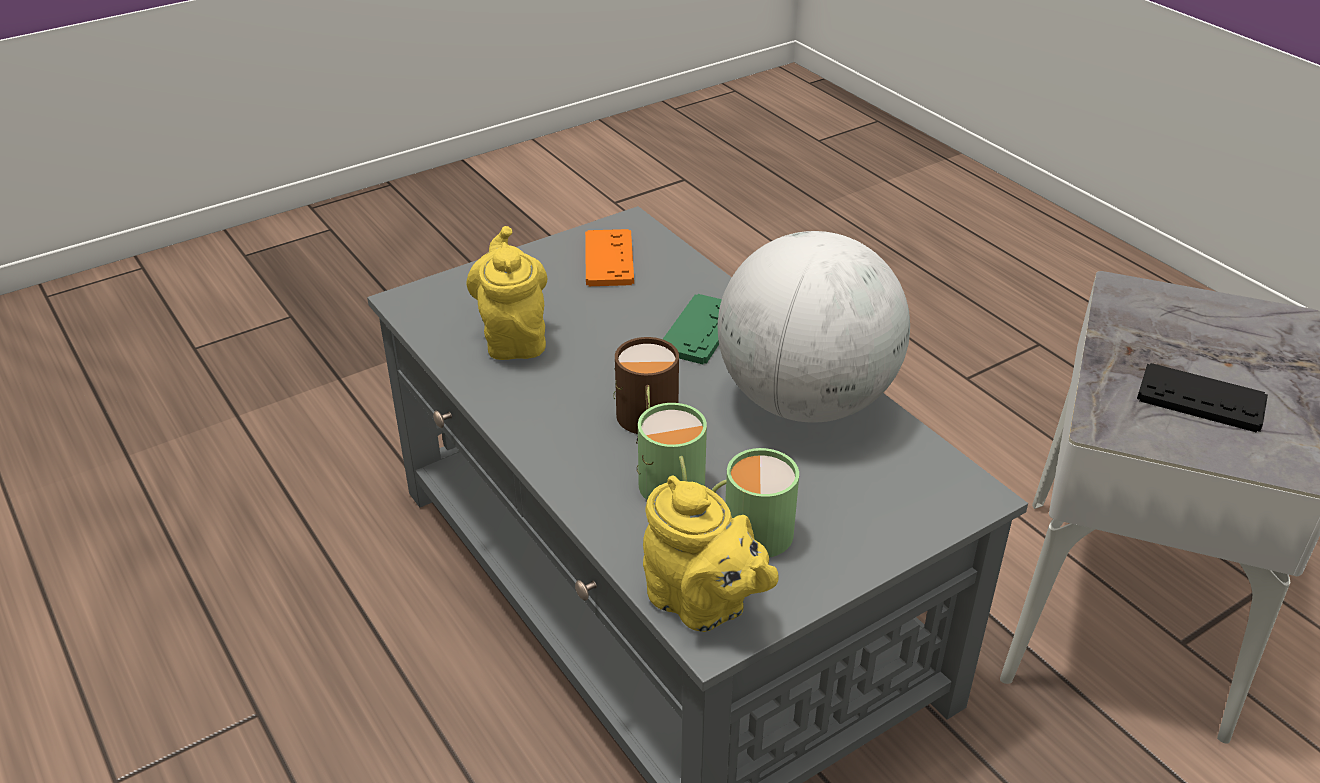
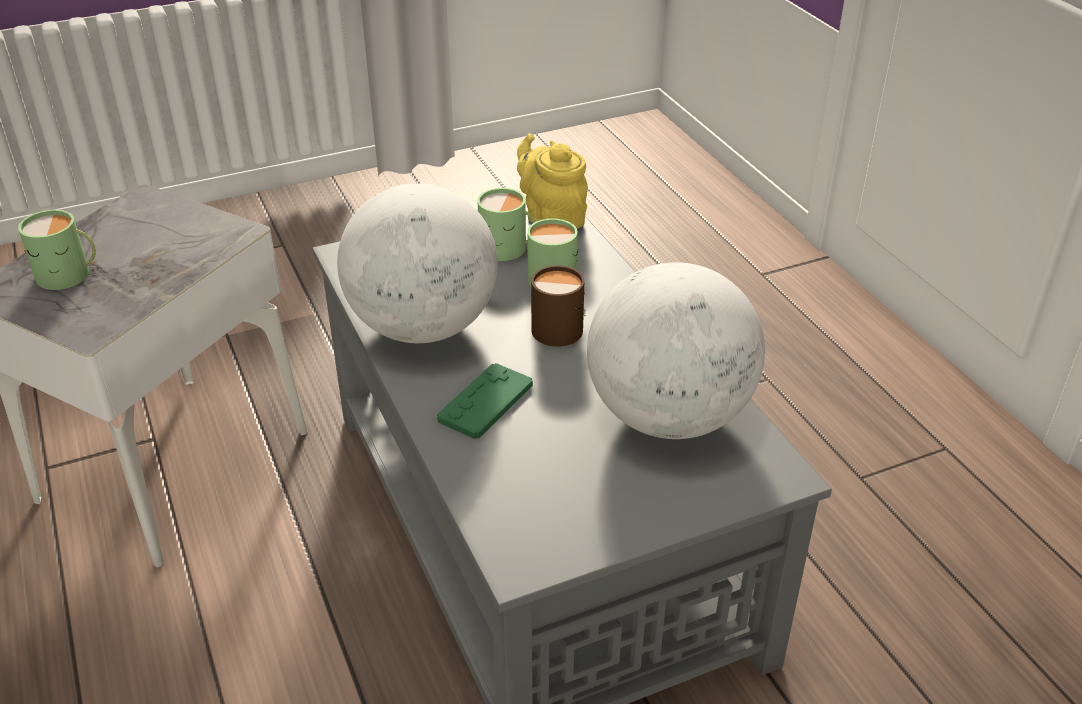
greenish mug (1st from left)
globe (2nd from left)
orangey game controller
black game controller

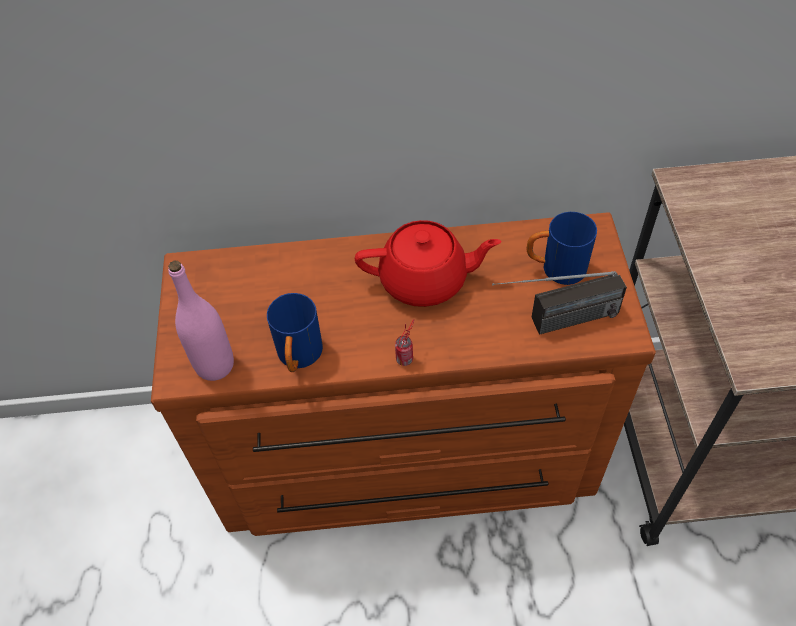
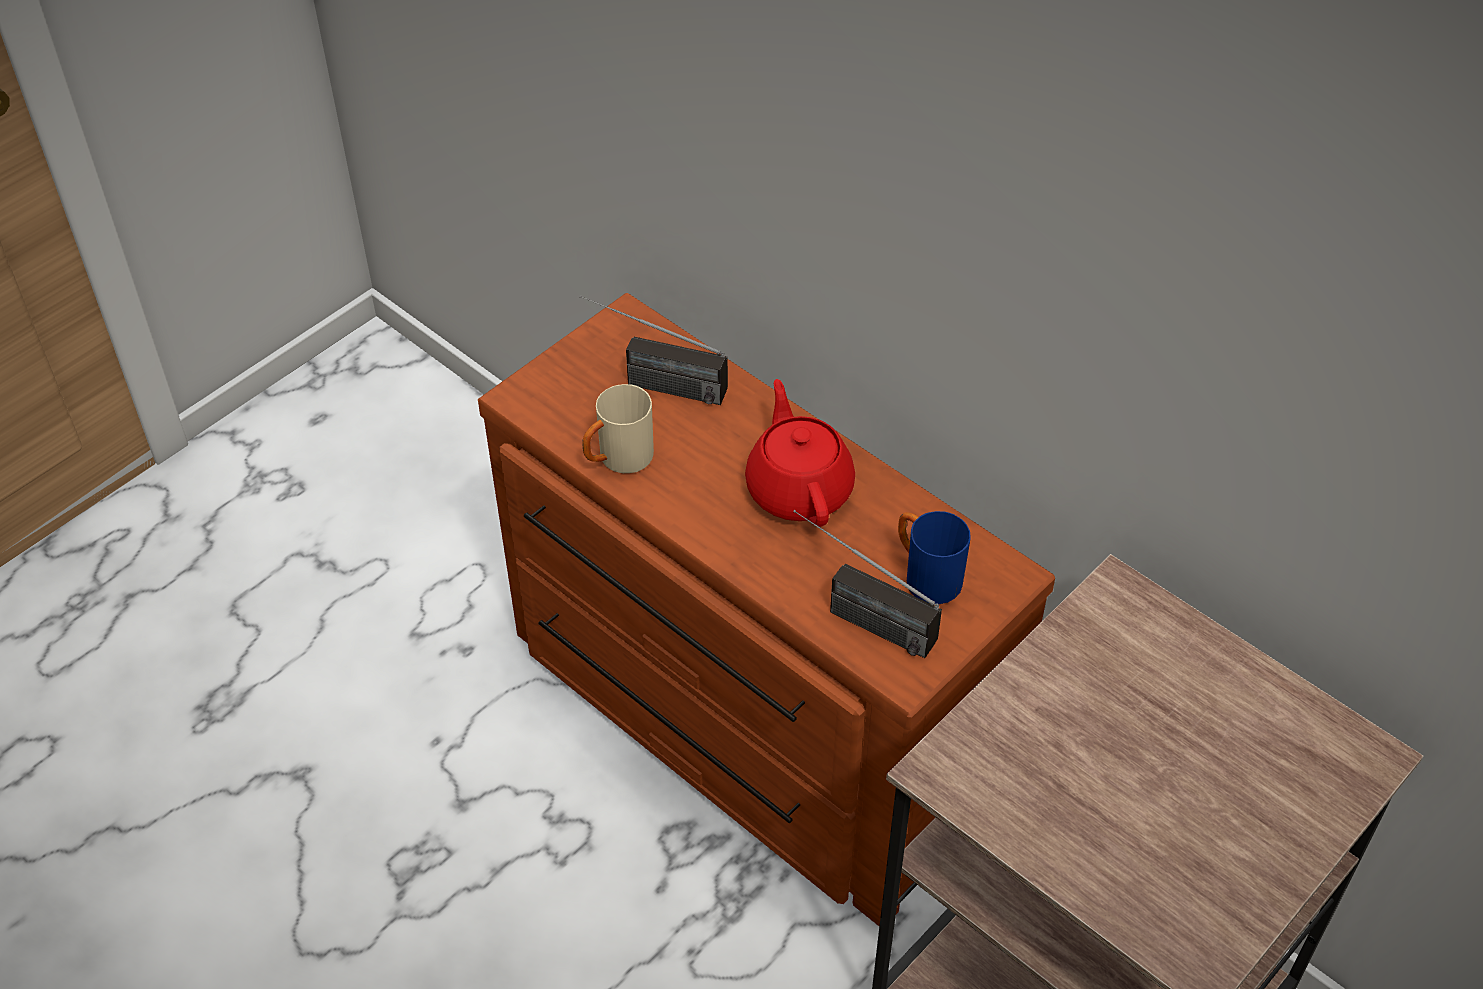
radio set (1st from left)
beige-coloured mug
red teapot
pinkish beverage bottle
can

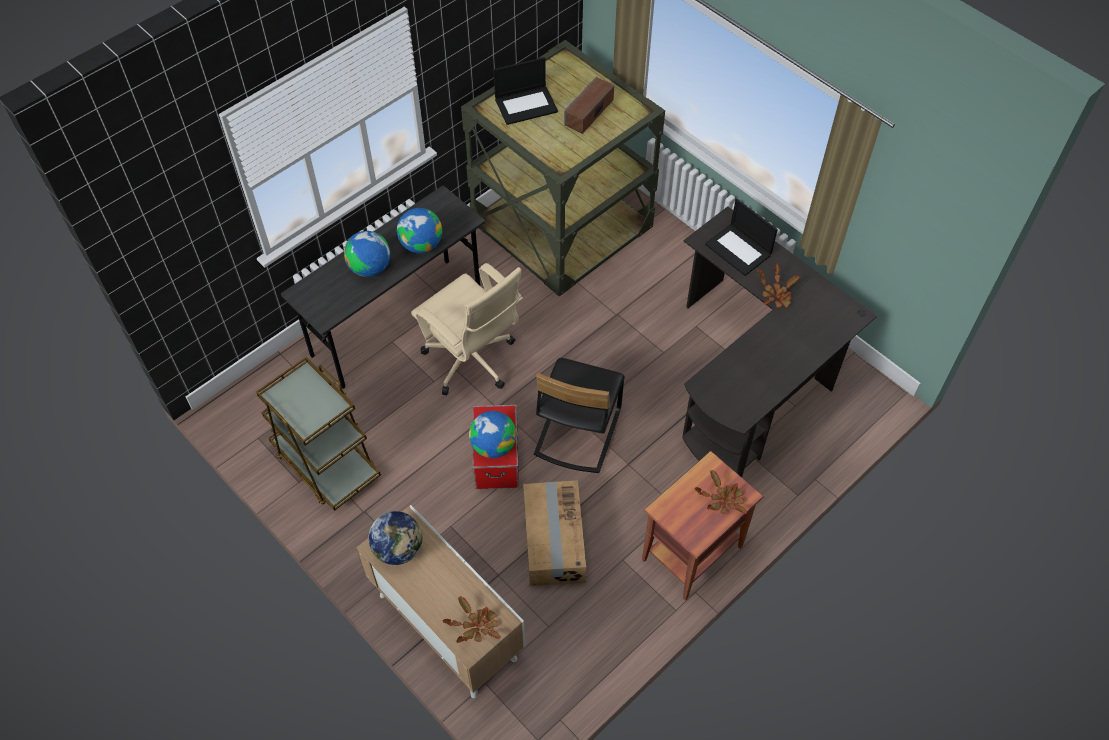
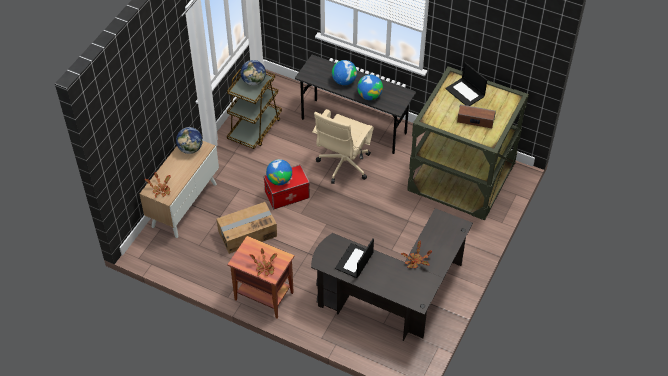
globe (2nd from left)
portable computer (1st from left)
black upright chair

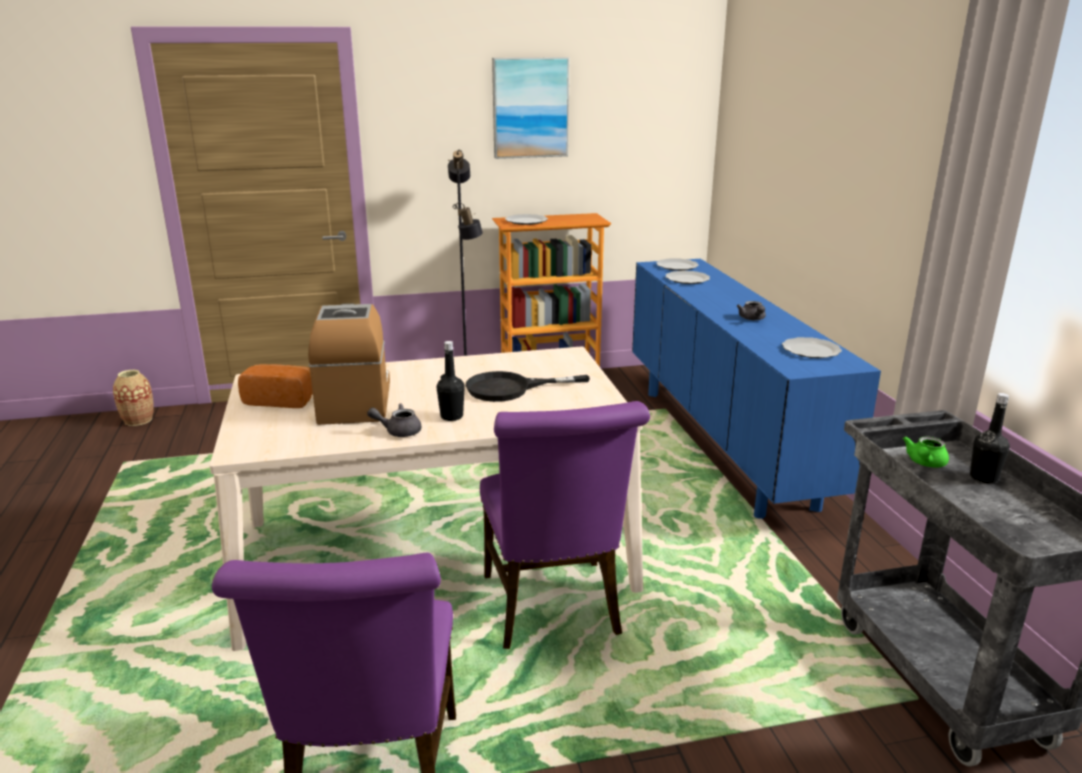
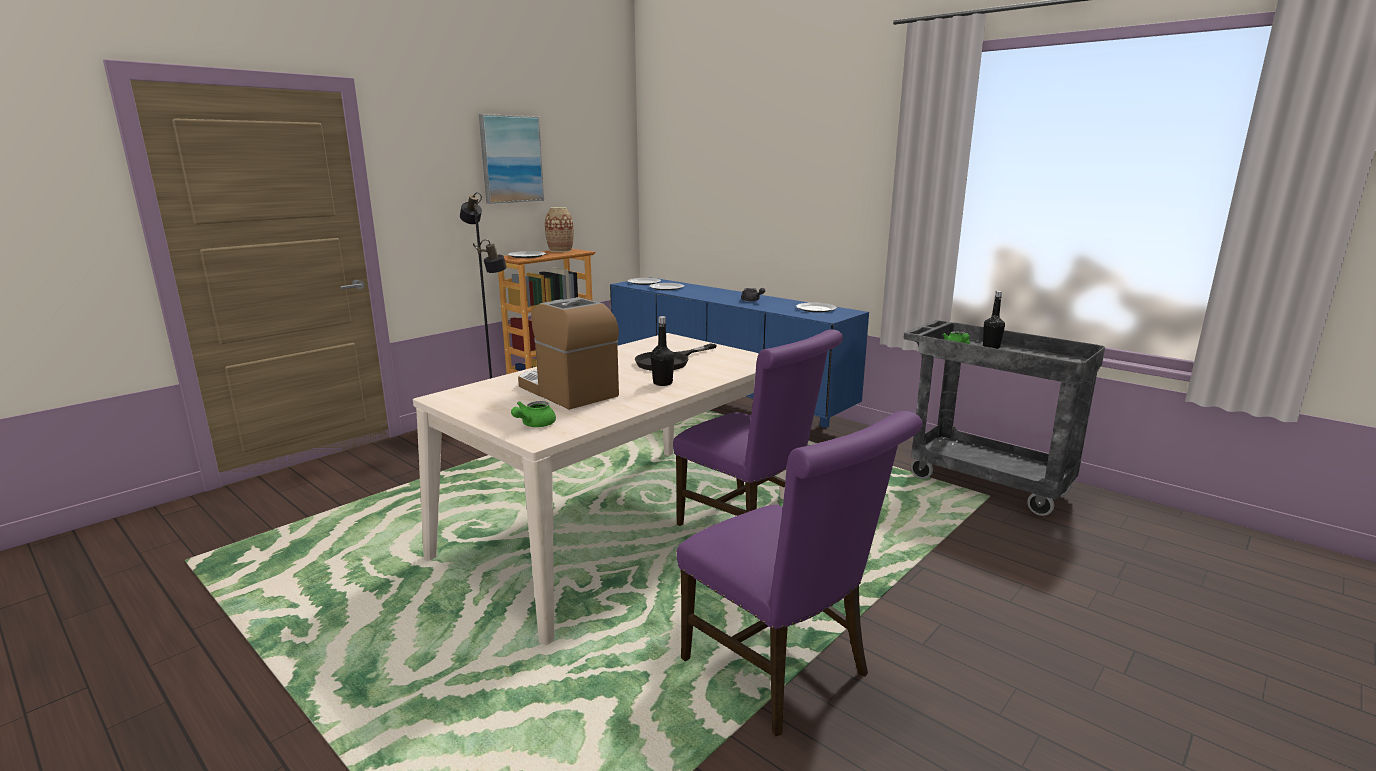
greenish teapot (1st from left)
vase
bakery bread
greyish teapot (1st from left in the first image)

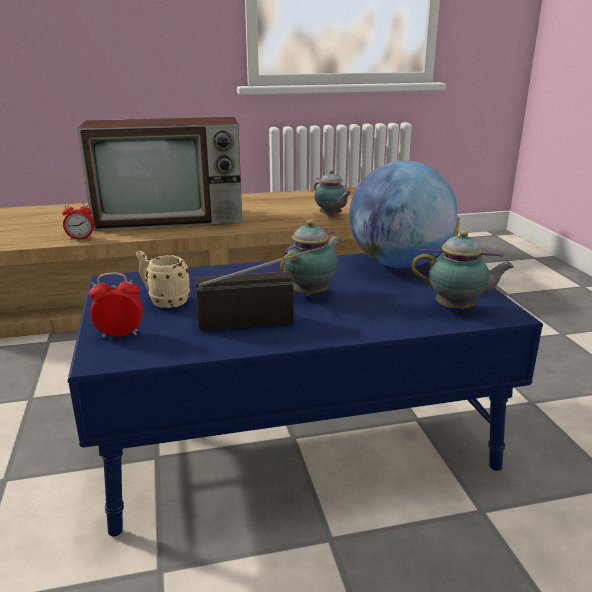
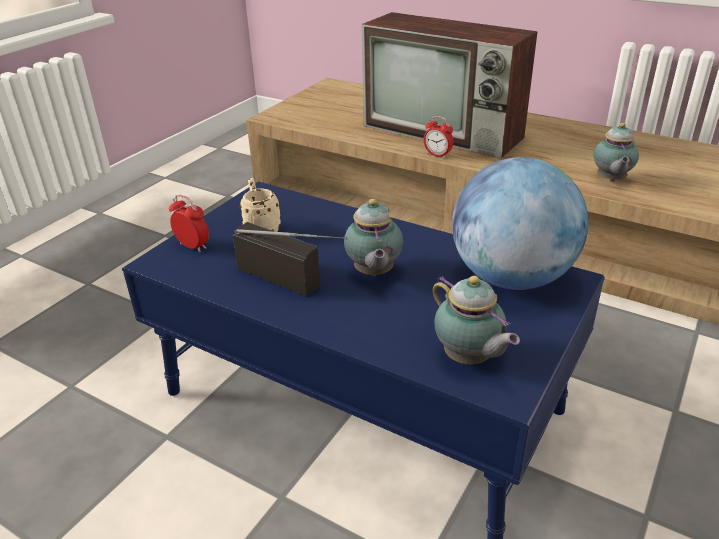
teapot (1st from left)
table clock (2nd from left)

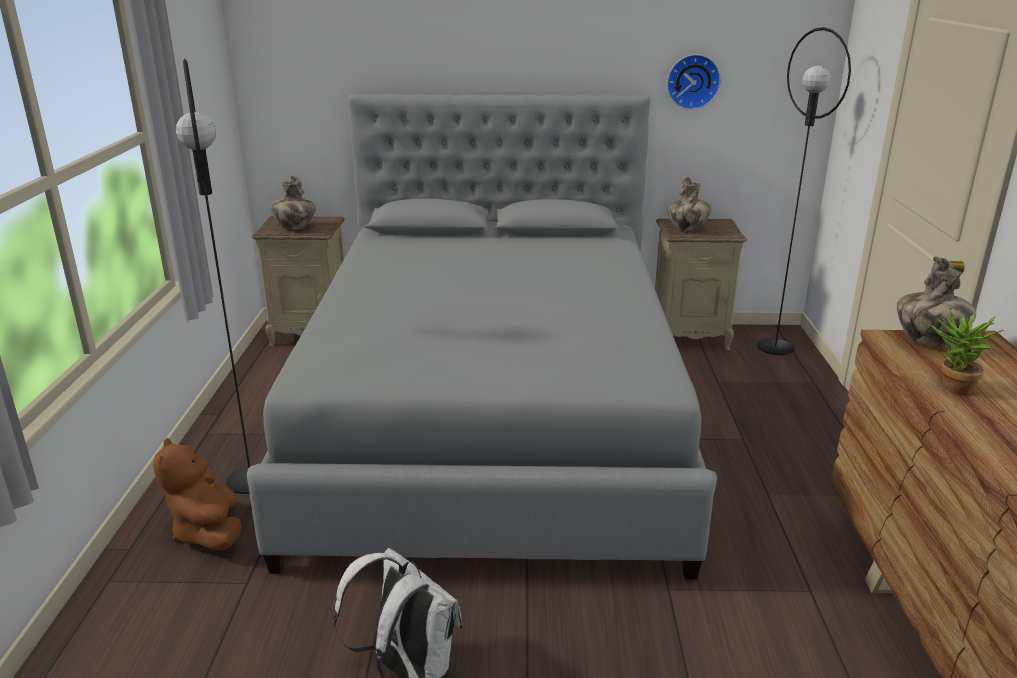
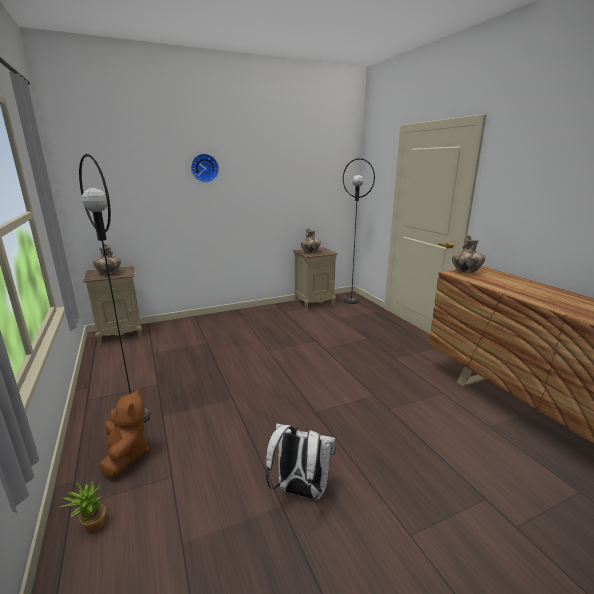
houseplant
brown plush toy
clock on the wall
greyish bed

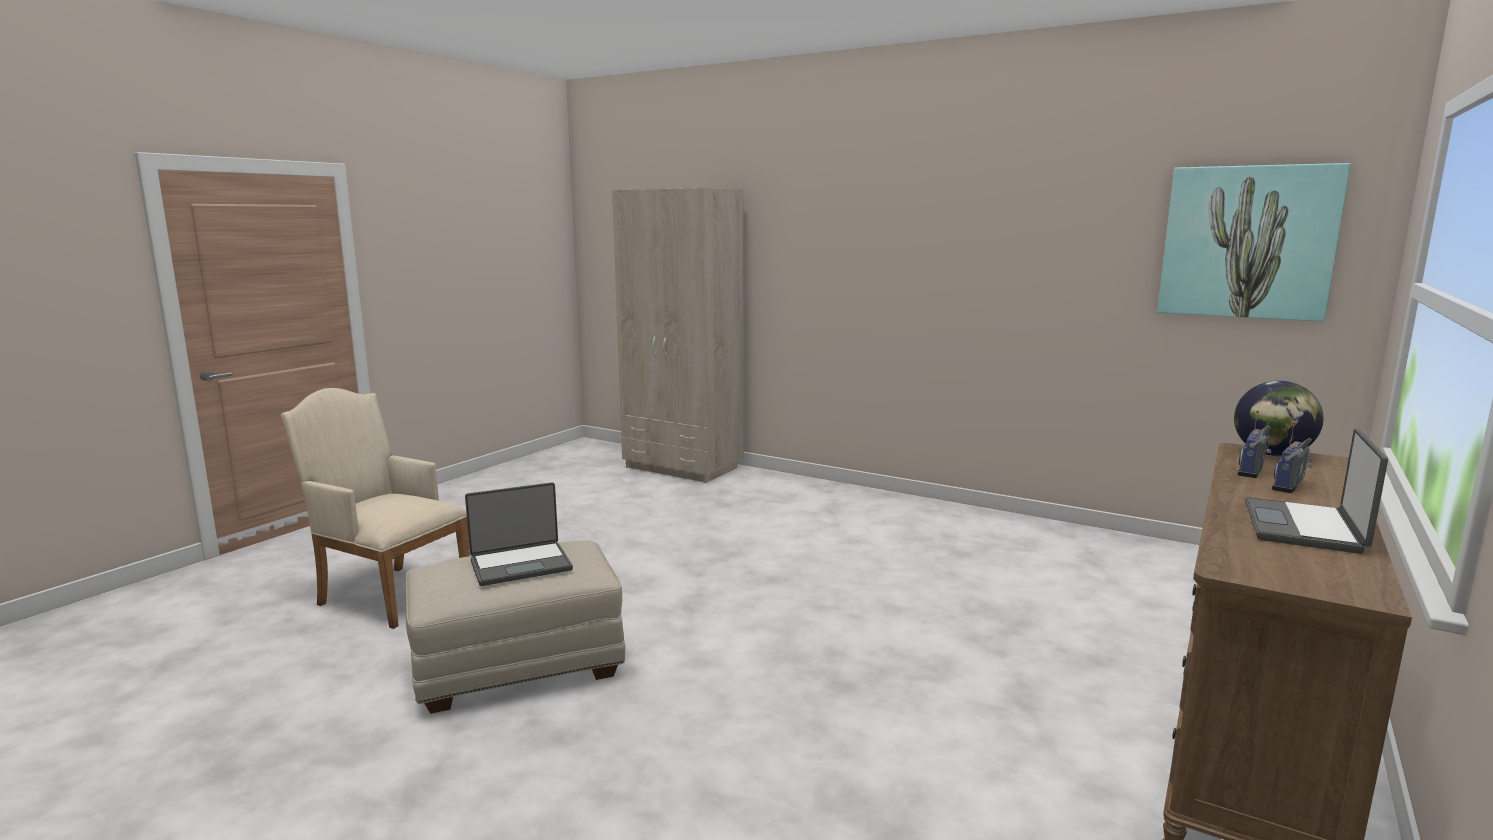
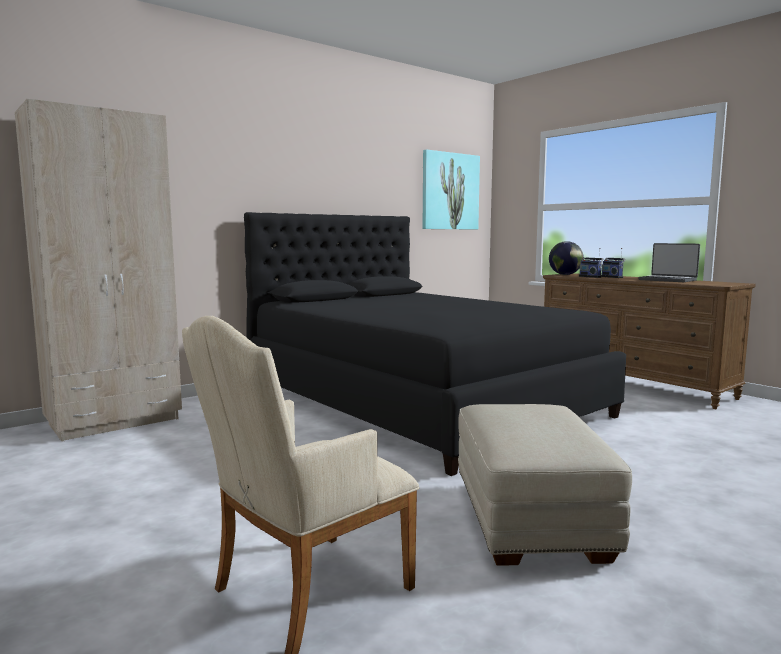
black bed
portable computer (1st from left in the first image)

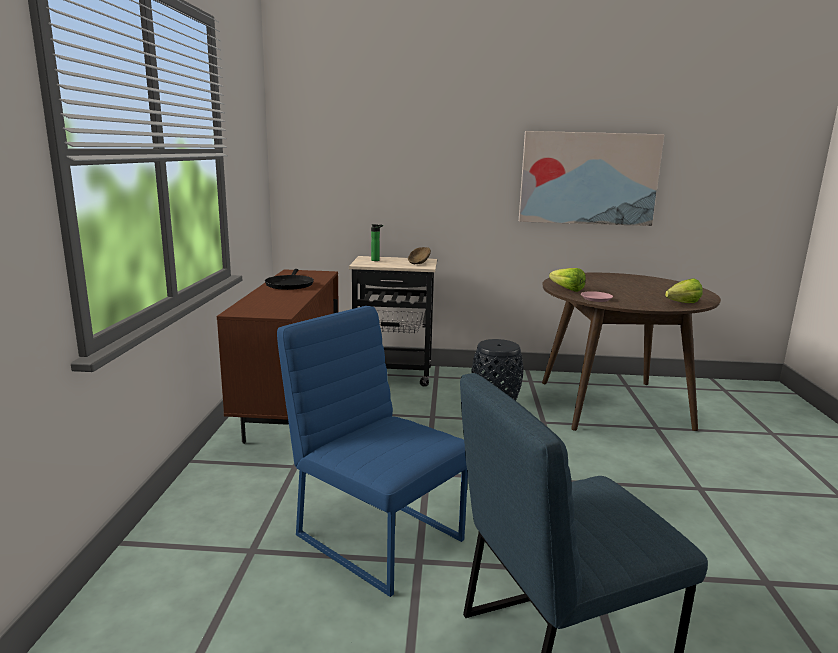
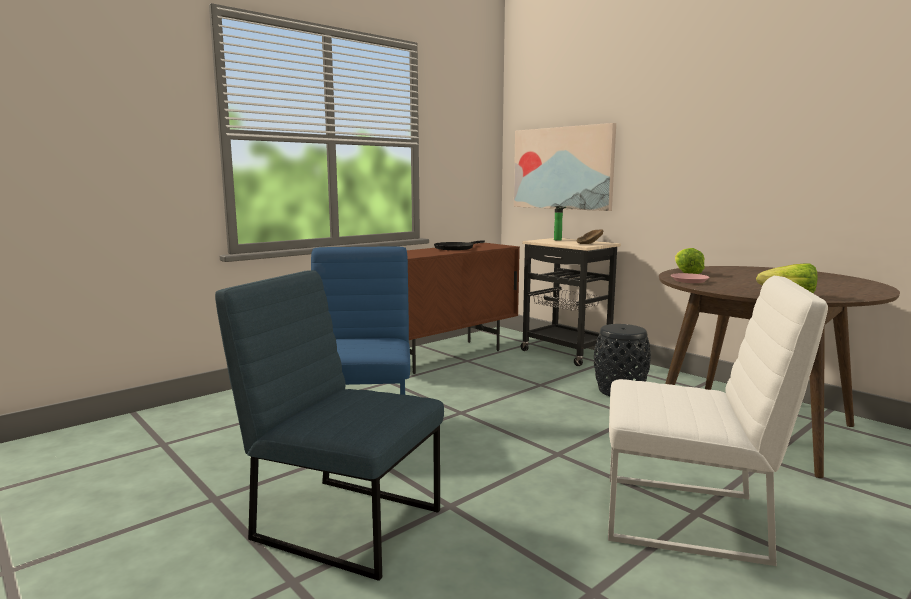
picture
white-coloured upright chair

